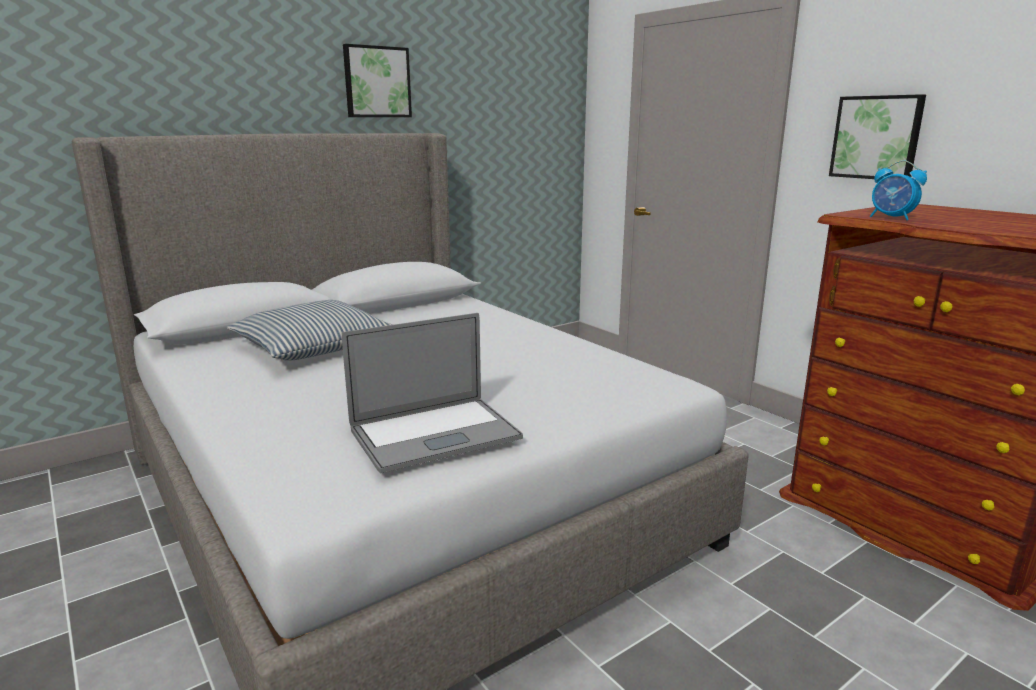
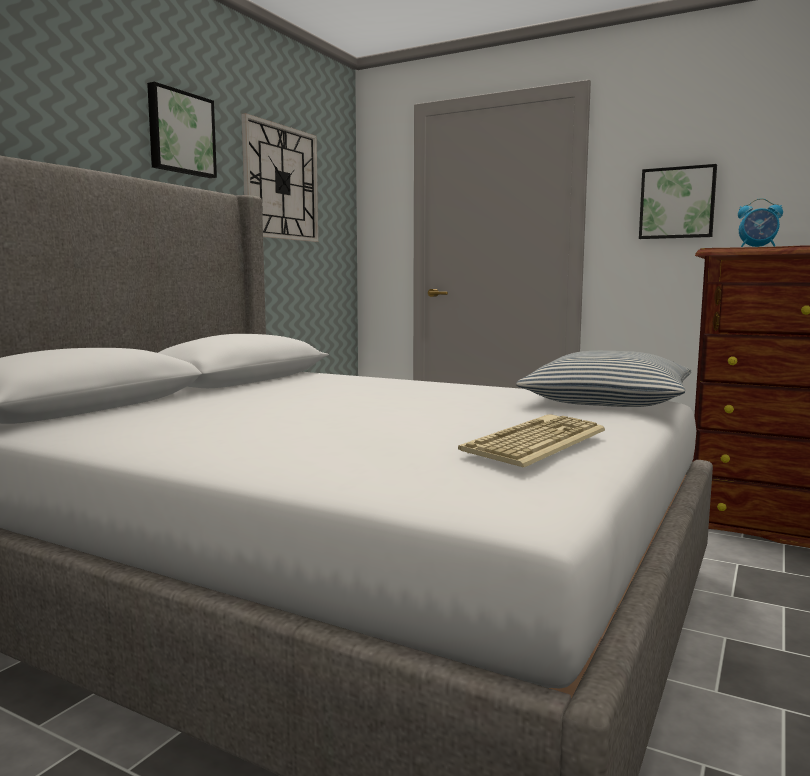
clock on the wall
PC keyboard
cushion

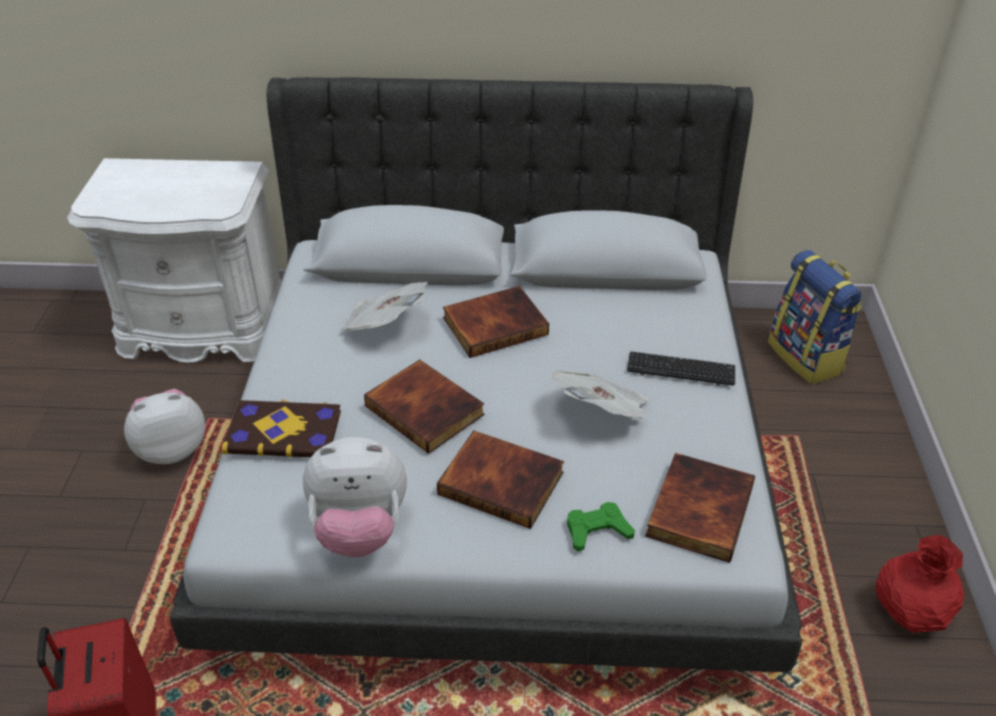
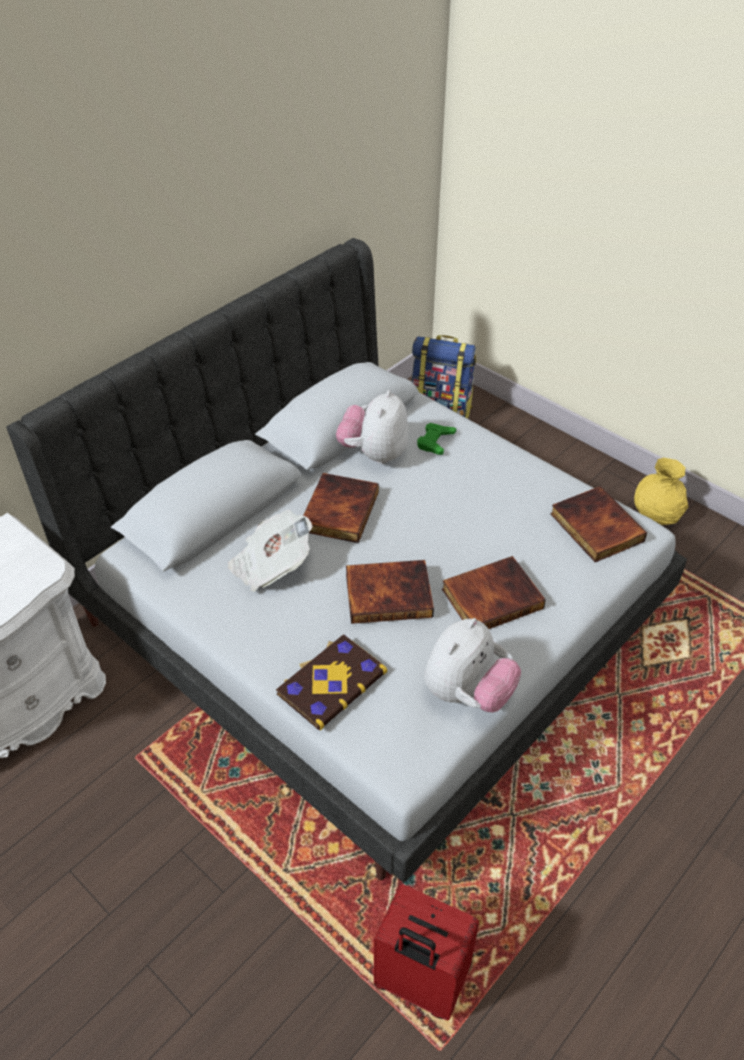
plush toy (1st from left)
greenish game controller
yellowish vase
daily paper (2nd from left in the first image)
PC keyboard

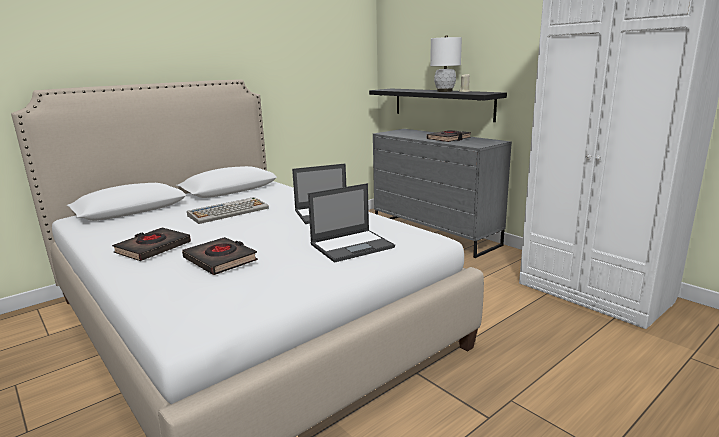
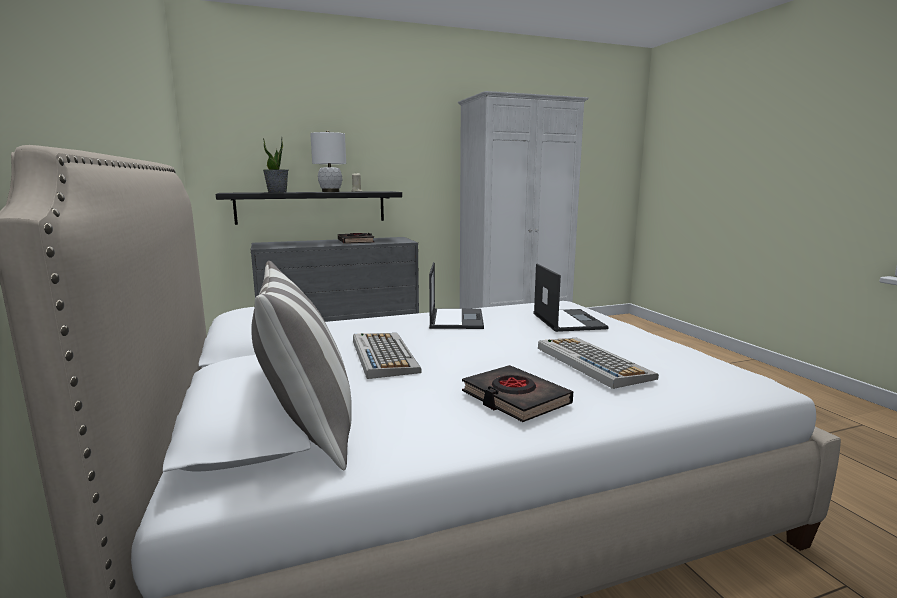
cushion
houseplant
PC keyboard (2nd from left)

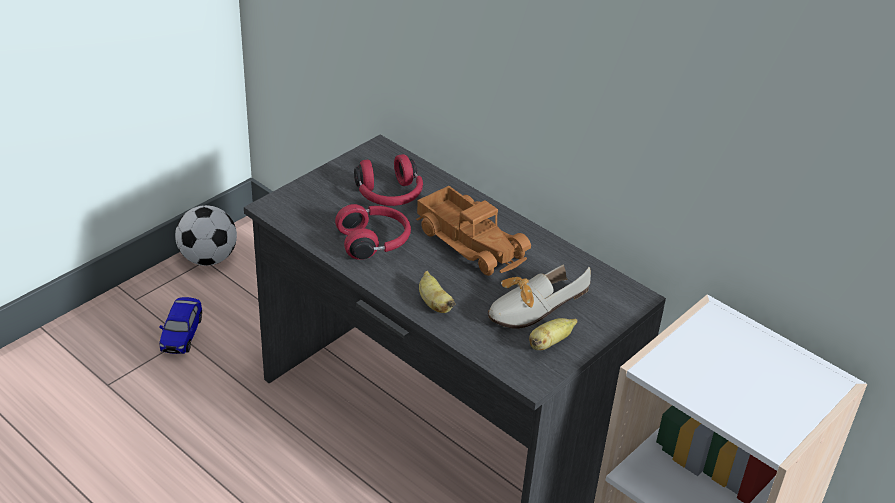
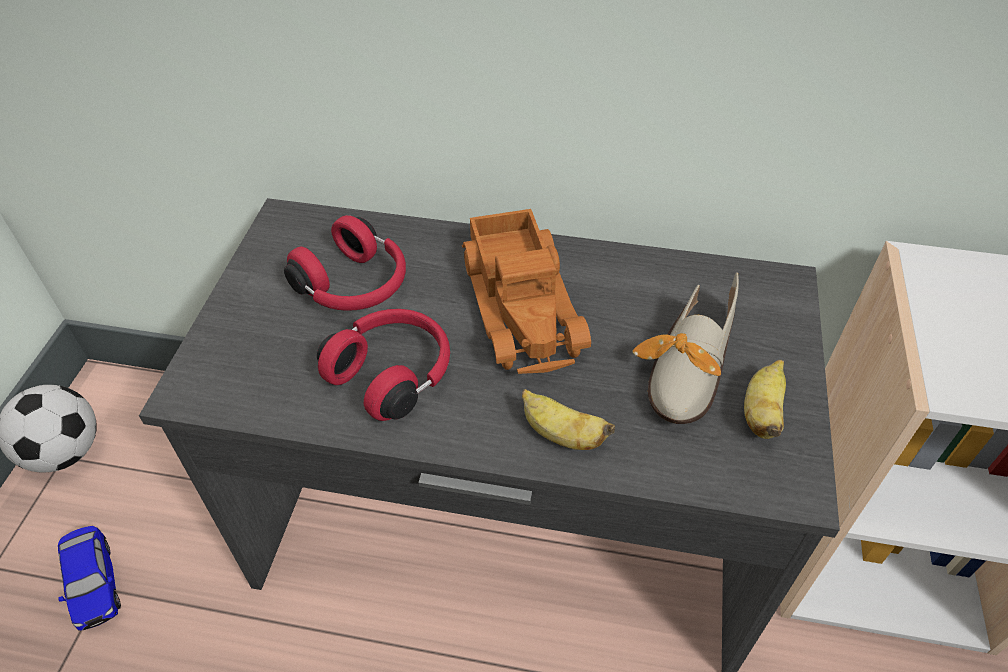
toy lorry

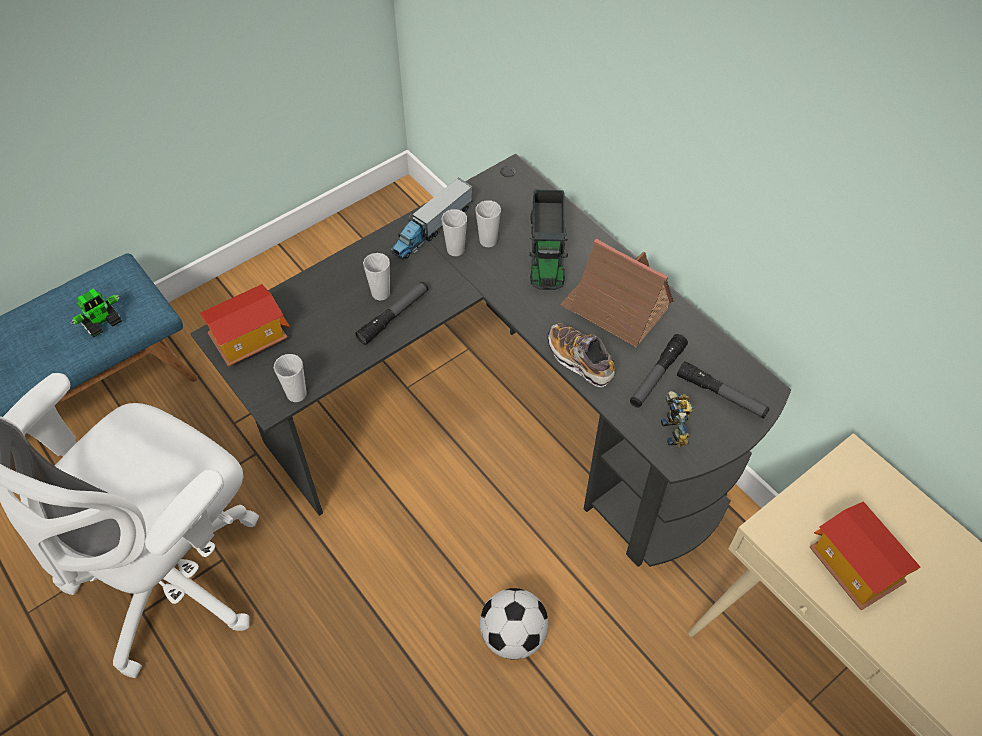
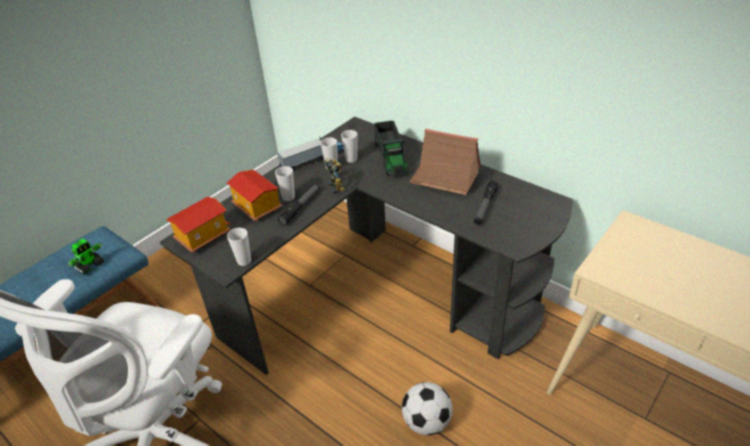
miniature house (2nd from left)
toy lorry (1st from left)
model robot (2nd from left)
shoe
hand torch (3rd from left in the first image)

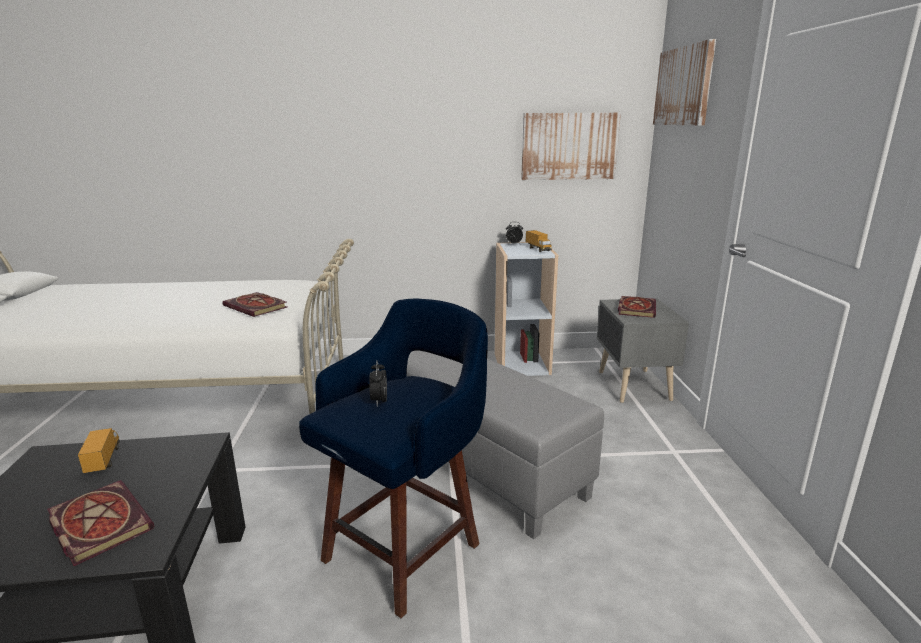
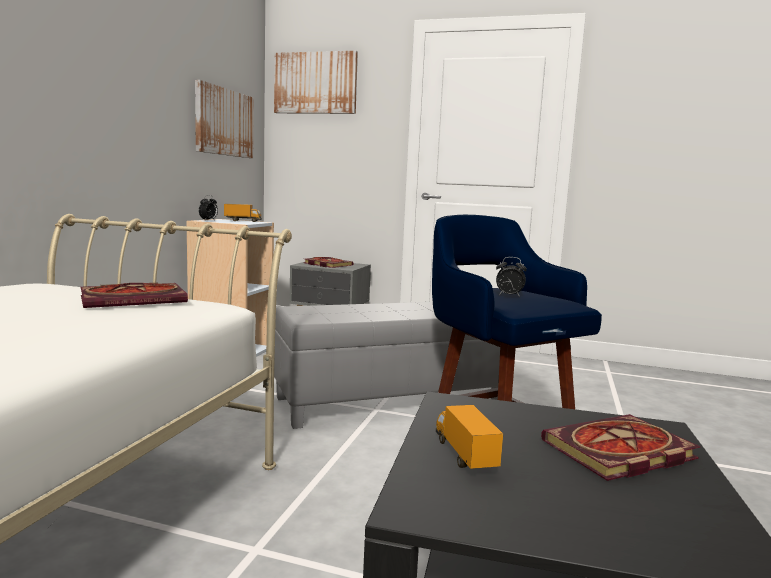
toy lorry (2nd from left)

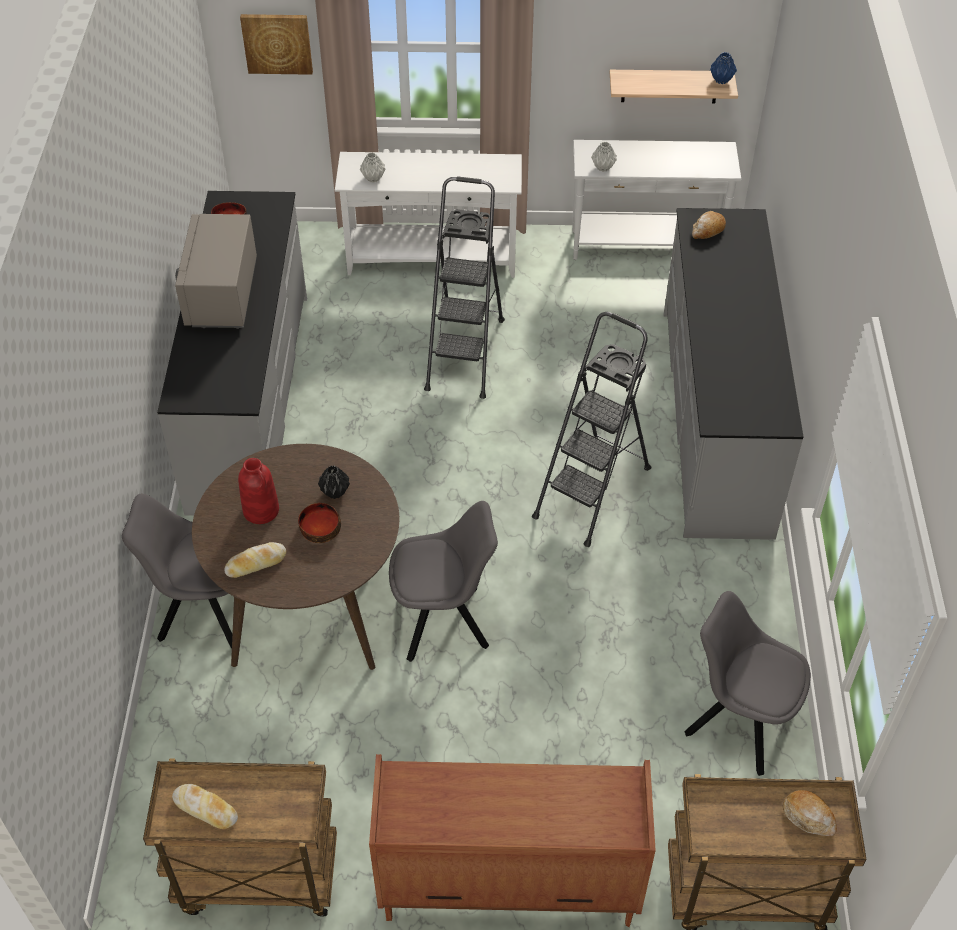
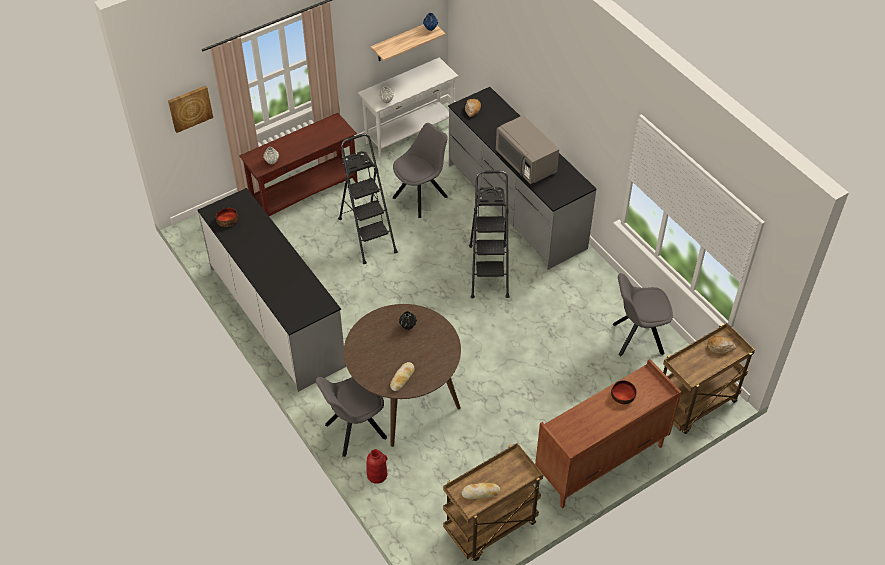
brown hall table
red vase
greyish upright chair (2nd from left)
greyish kitchen microwave
deep dish (2nd from left)

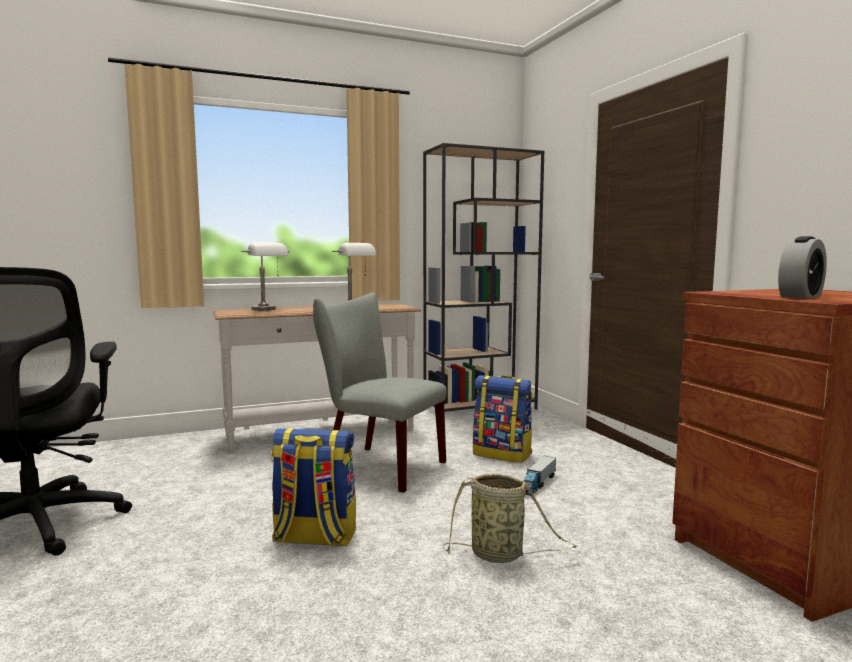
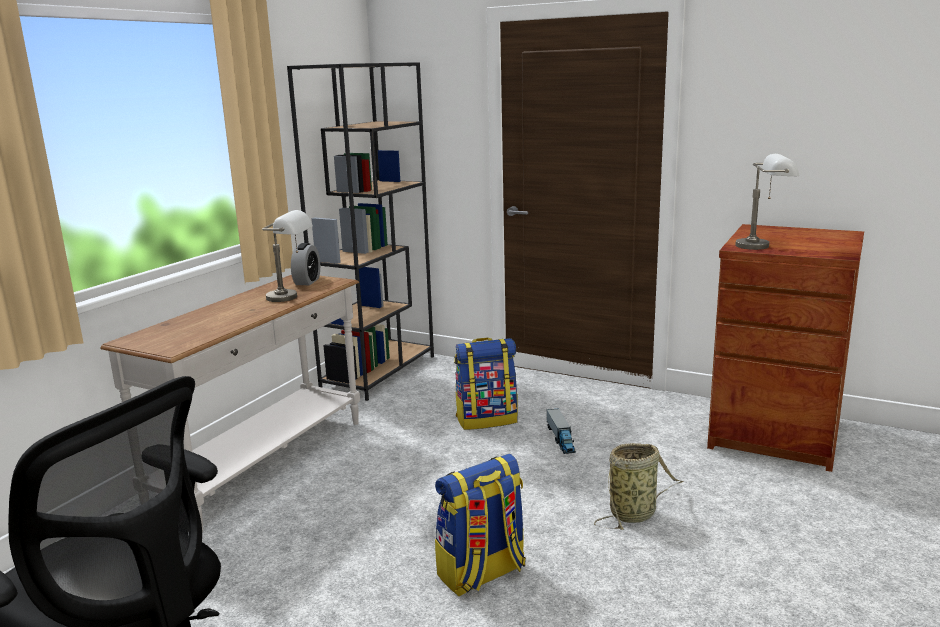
table clock
greyish tabletop lamp (2nd from left)
greyish upright chair

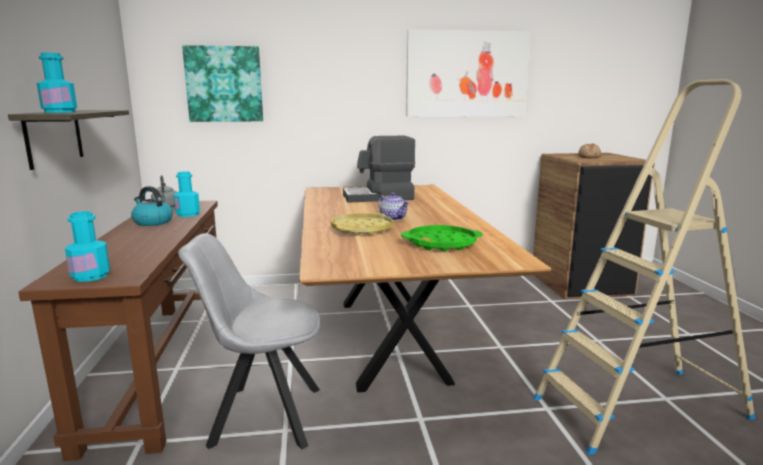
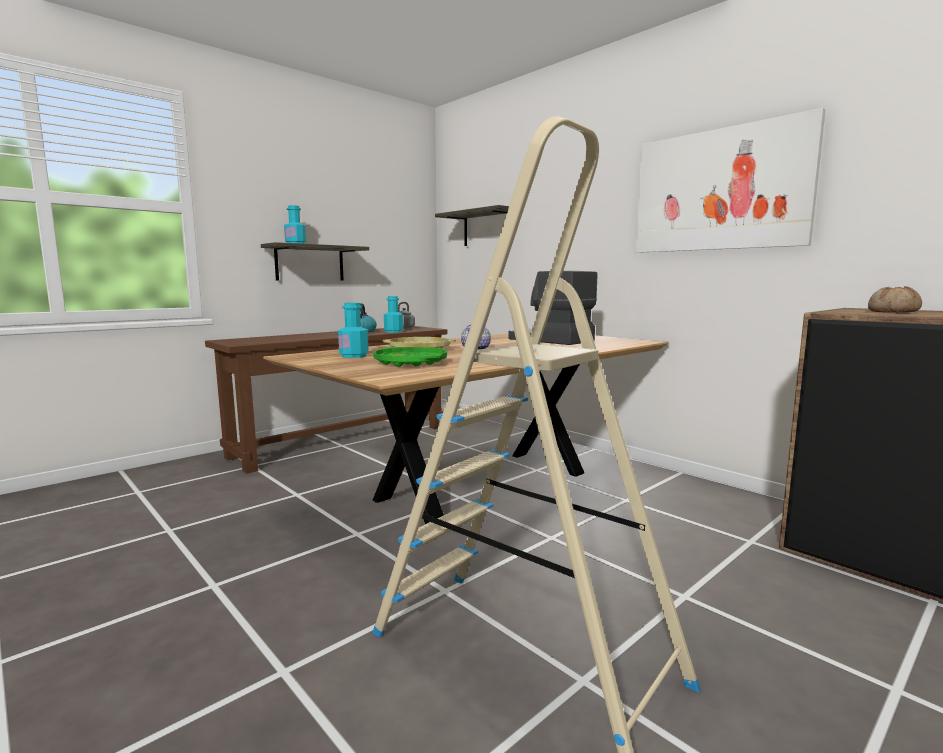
turquoise beverage bottle (2nd from left)
bracket shelf (2nd from left)
greyish upright chair

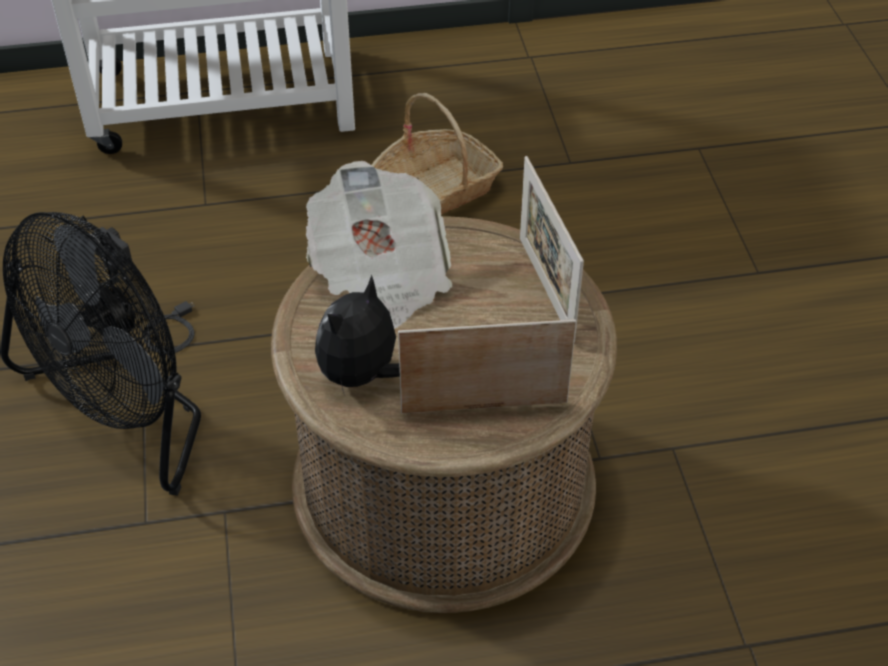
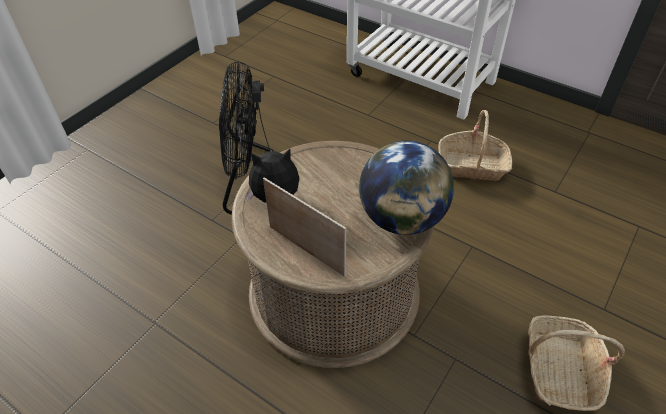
globe
storage basket (2nd from left)
daily paper

